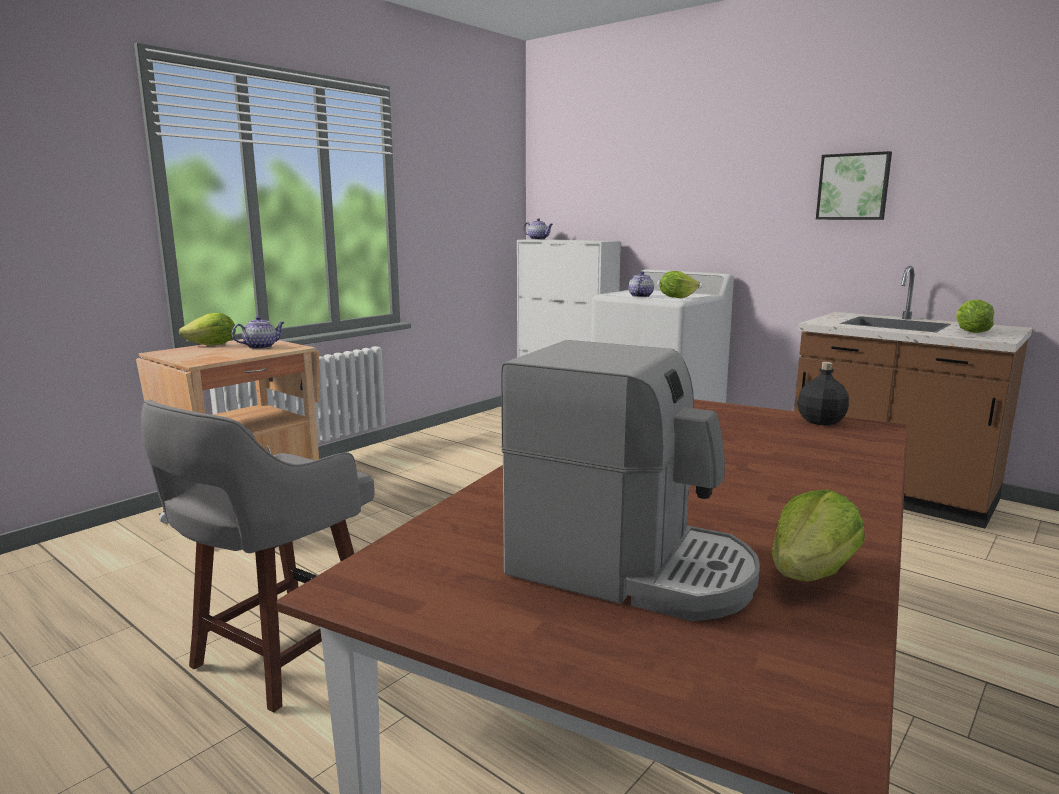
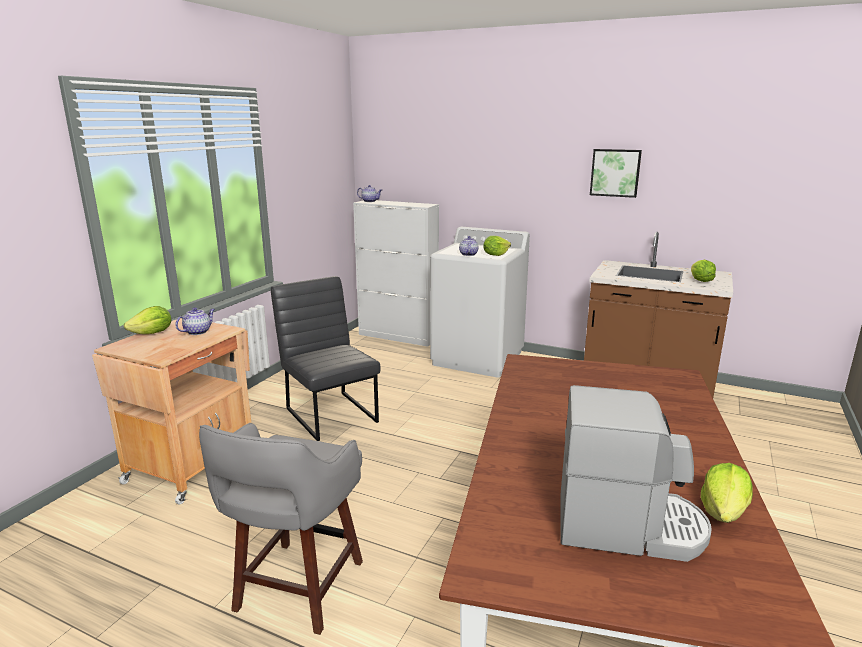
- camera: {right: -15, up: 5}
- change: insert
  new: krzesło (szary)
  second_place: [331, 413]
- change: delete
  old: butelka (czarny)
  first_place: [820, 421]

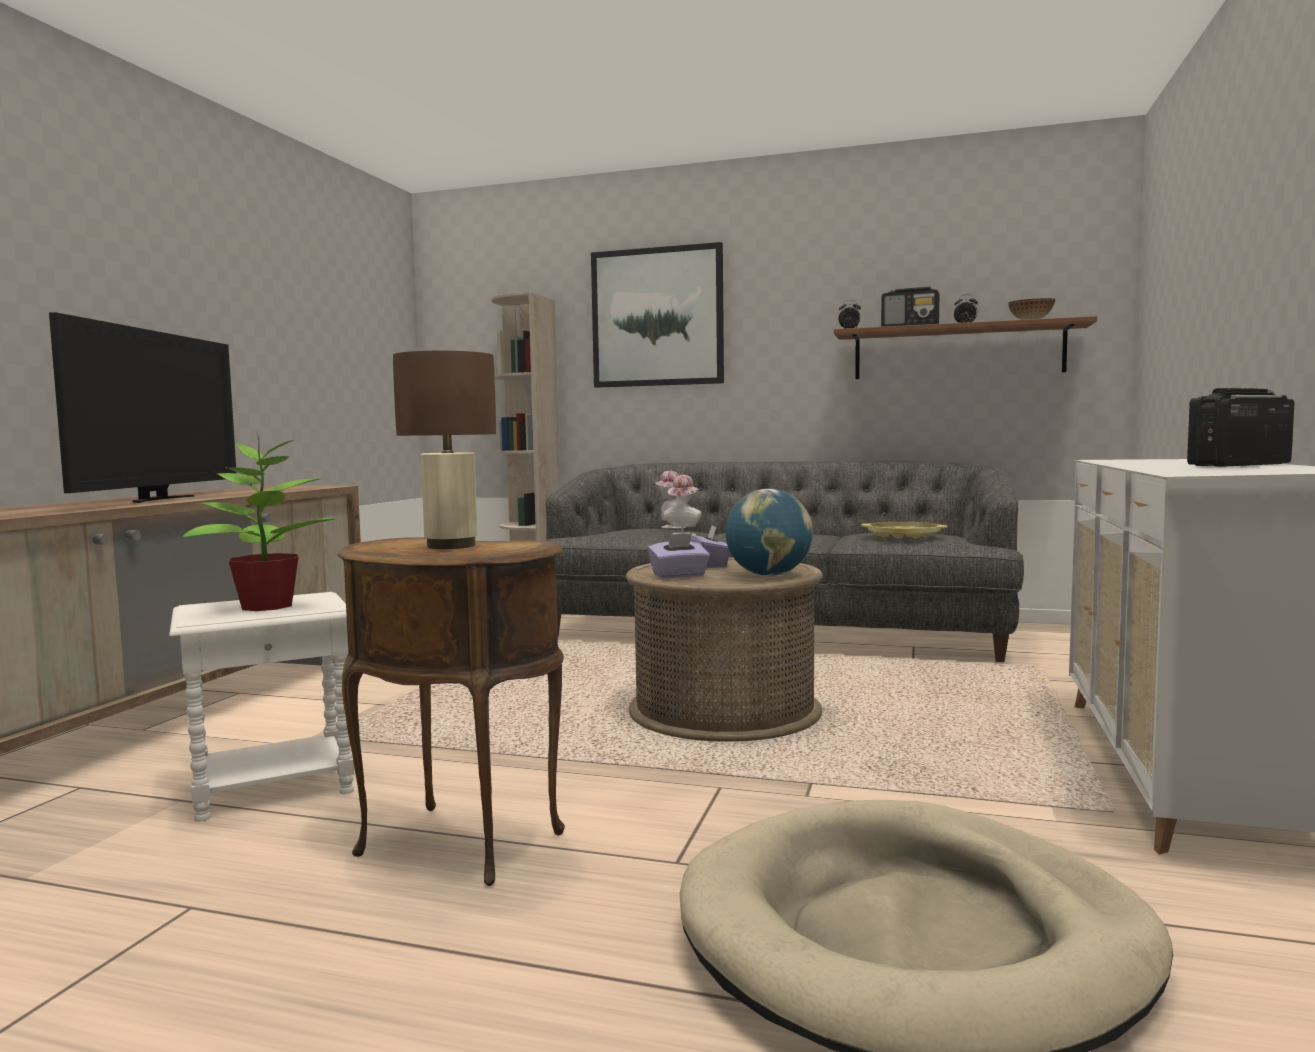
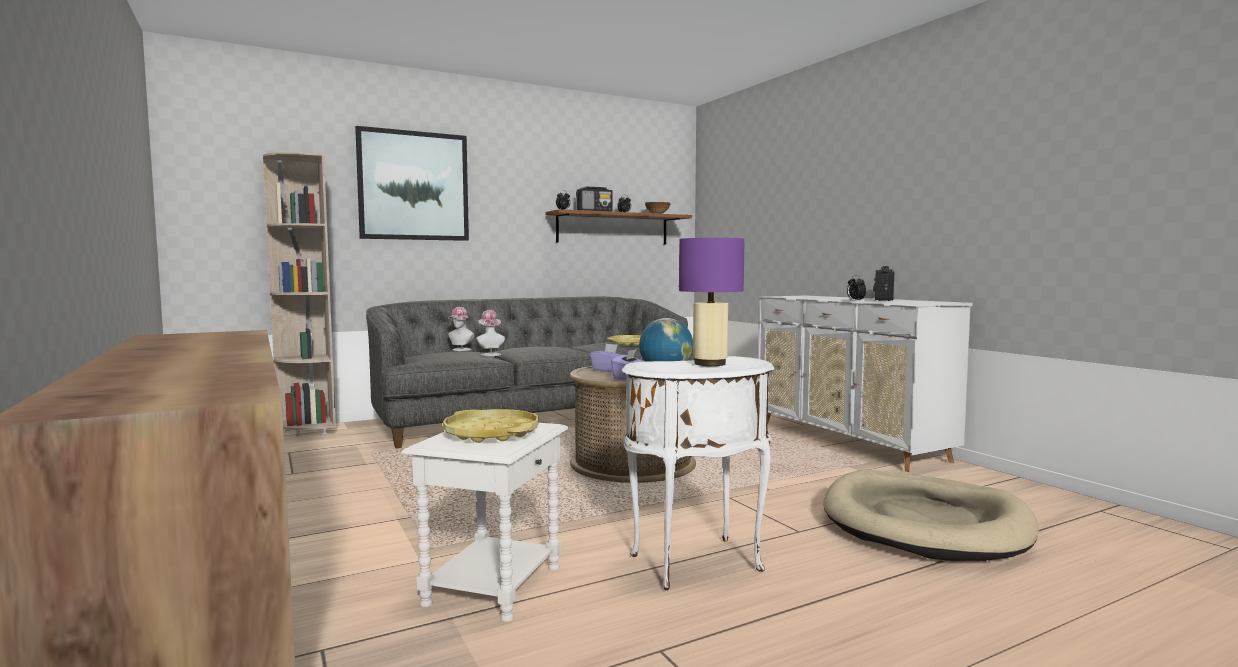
- camera: {right: -45, up: 0}
- change: replace
  old: roślina doniczkowa
  new: taca (żółty)
  first_place: [265, 606]
  second_place: [491, 433]
- change: recolor
  old: stolik (brązowy)
  new: stolik (biały)
  first_place: [455, 847]
  second_place: [699, 565]
- change: recolor
  old: lampa stołowa (brązowy)
  new: lampa stołowa (fioletowy)
  first_place: [450, 546]
  second_place: [709, 364]
- change: insert
  new: budzik
  second_place: [855, 300]
- change: delete
  old: telewizor
  first_place: [159, 499]

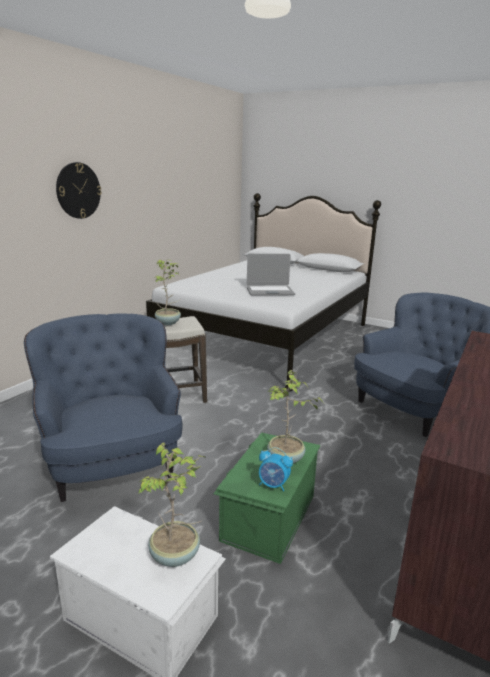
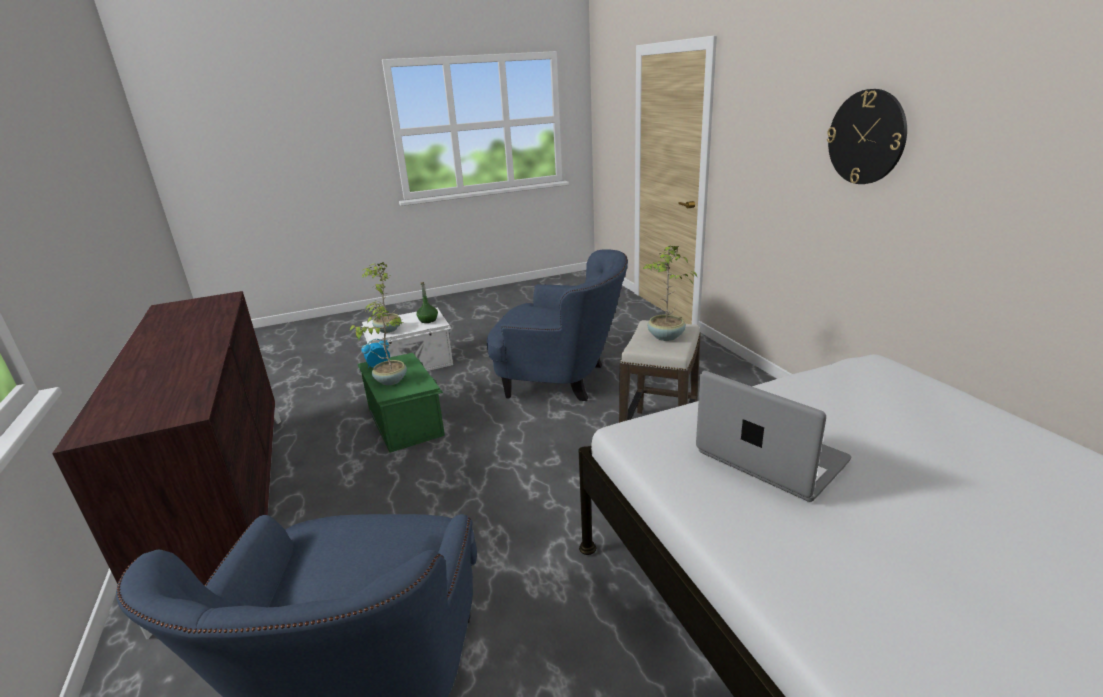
- camera: {right: 130, up: 5}
- change: insert
  new: butelka (zielony)
  second_place: [428, 320]
- change: rotate
  old: laptop
  first_place: [270, 291]
  second_place: [770, 458]
  degrees: 105

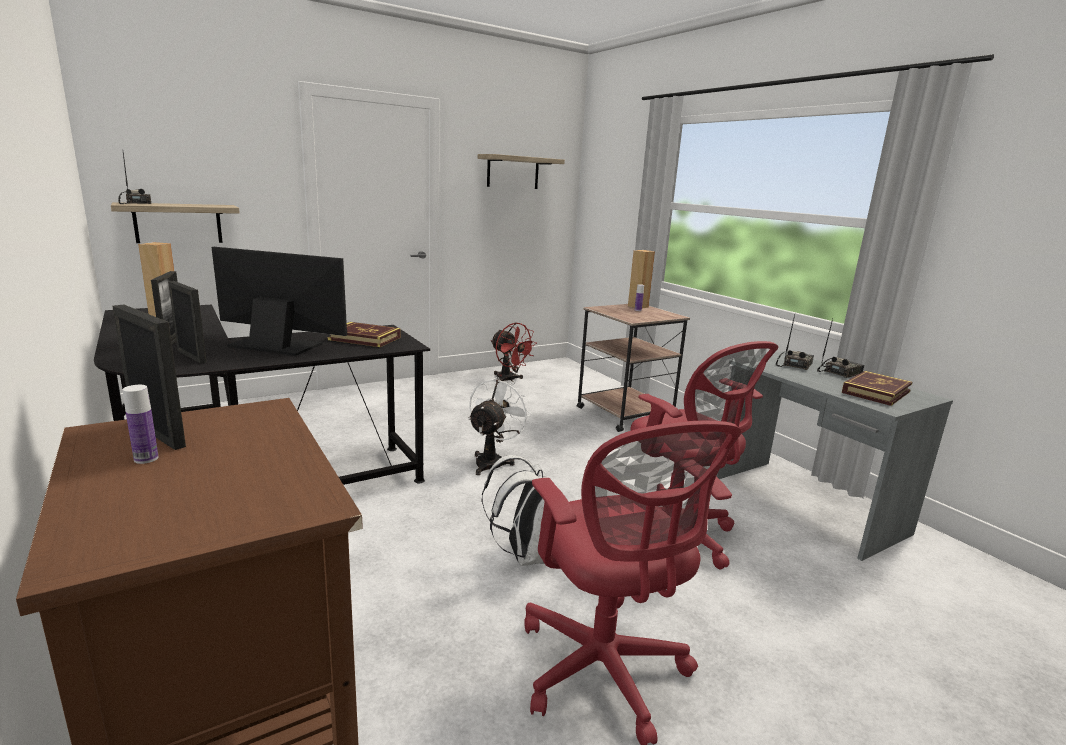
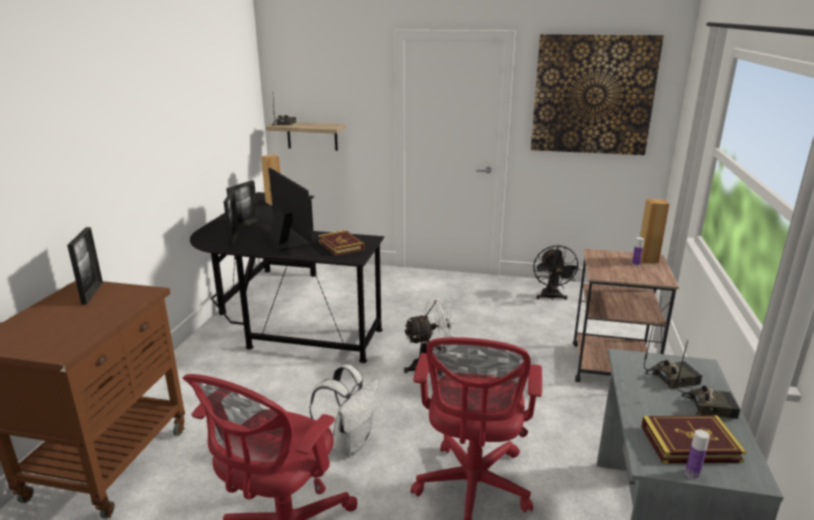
- camera: {right: 45, up: 5}
- change: replace
  old: półka
  new: obraz
  first_place: [513, 172]
  second_place: [593, 95]
- change: recolor
  old: wentylator (czerwony)
  new: wentylator (czarny)
  first_place: [509, 380]
  second_place: [551, 297]
- change: move
  old: butelka
  first_place: [146, 459]
  second_place: [692, 474]

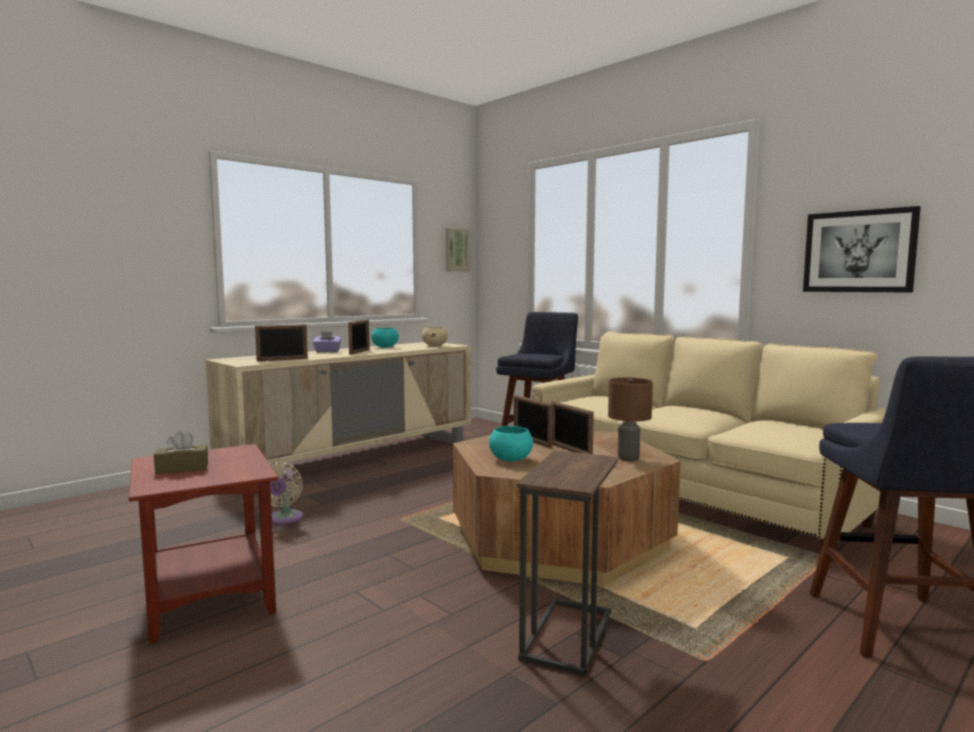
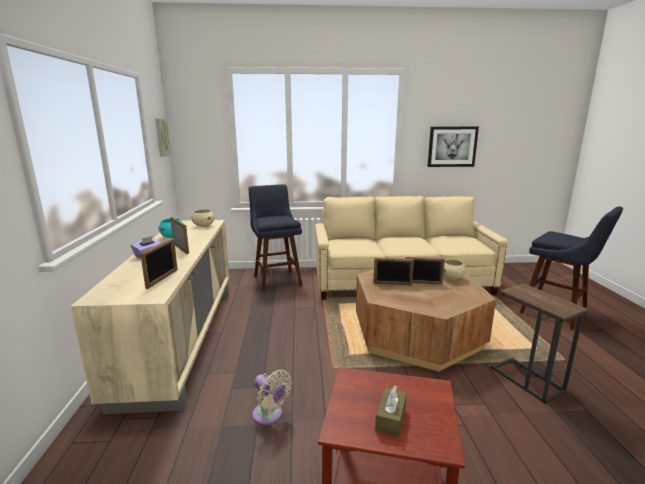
- camera: {right: -50, up: 10}
- change: replace
  old: lampa stołowa (brązowy)
  new: miska (beżowy)
  first_place: [628, 459]
  second_place: [452, 278]
- change: delete
  old: miska (turkusowy)
  first_place: [510, 460]

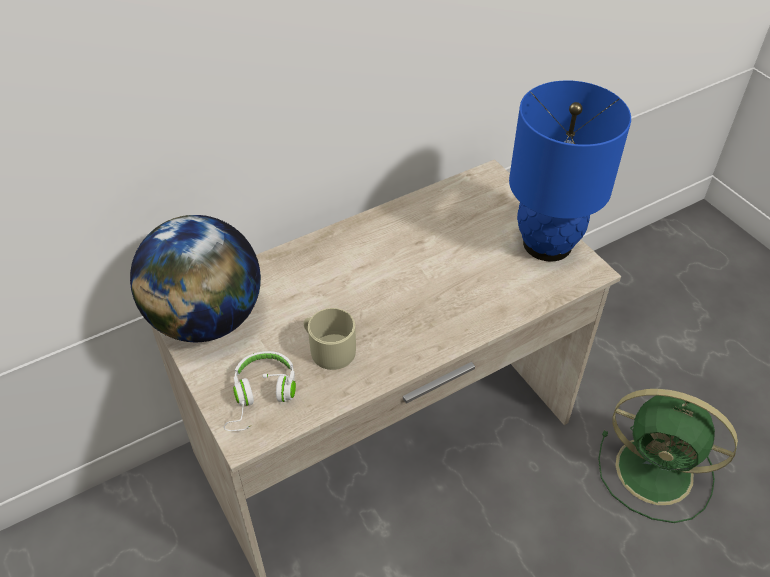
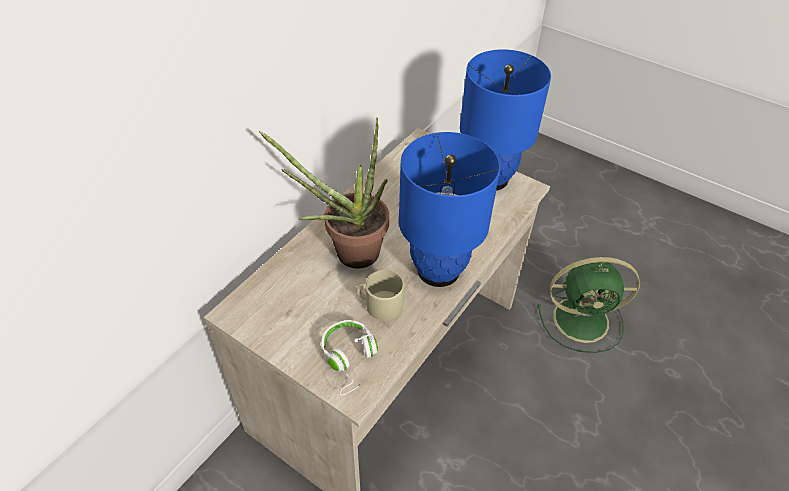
- camera: {right: -25, up: 0}
- change: insert
  new: roślina doniczkowa
  second_place: [348, 253]
- change: insert
  new: lampa stołowa (niebieski)
  second_place: [438, 270]
- change: delete
  old: globus
  first_place: [206, 320]

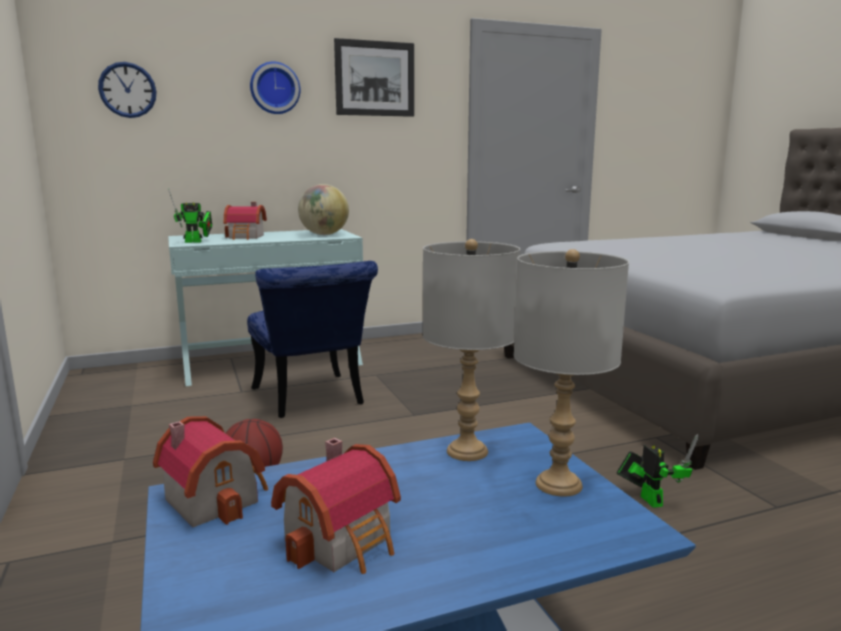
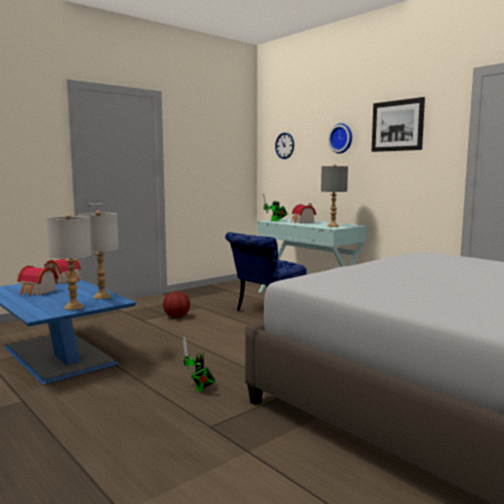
- camera: {right: 70, up: -5}
- change: rotate
  old: robot zabawkowy
  first_place: [649, 499]
  second_place: [199, 389]
  degrees: 120
- change: replace
  old: globus
  new: lampa stołowa (szary)
  first_place: [324, 234]
  second_place: [332, 226]

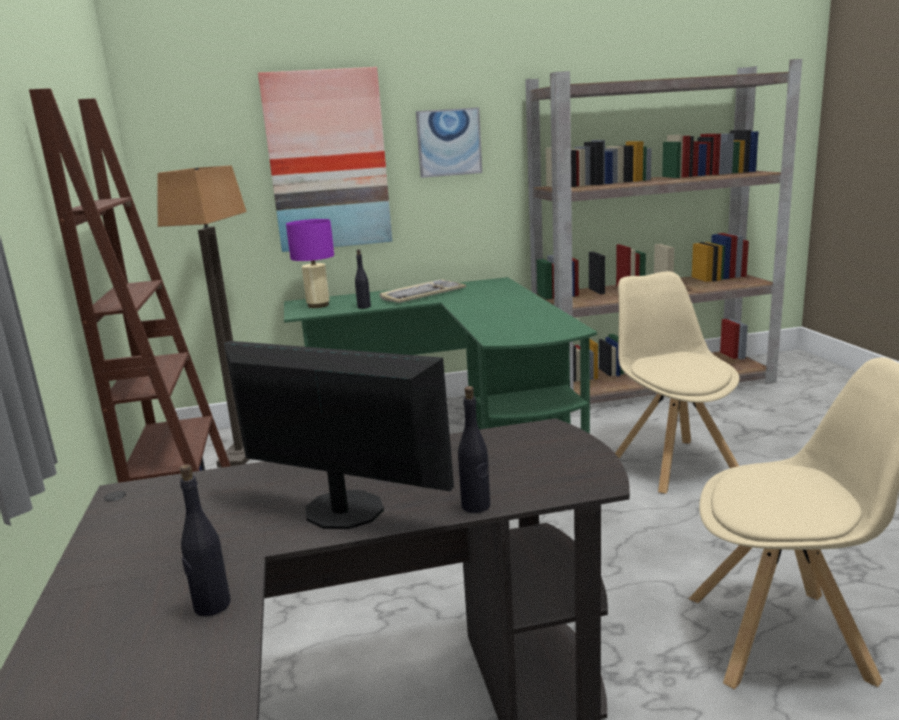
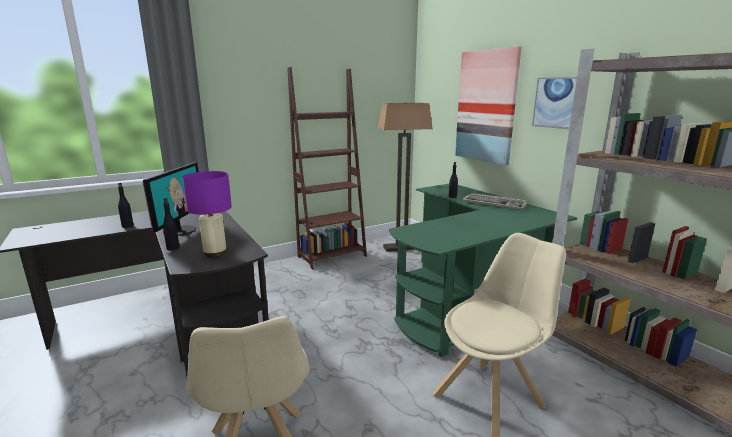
- camera: {right: 70, up: 0}
- change: move
  old: lampa stołowa (fioletowy)
  first_place: [319, 305]
  second_place: [214, 253]

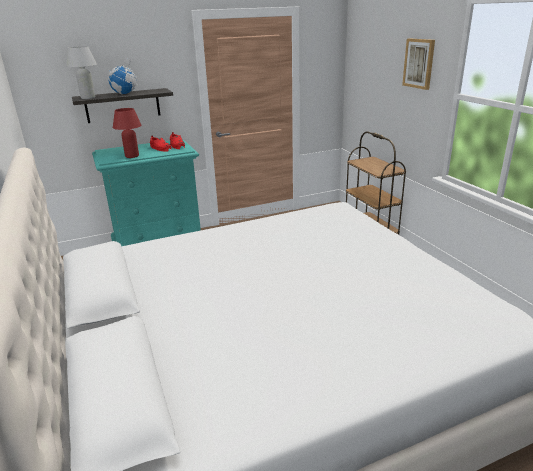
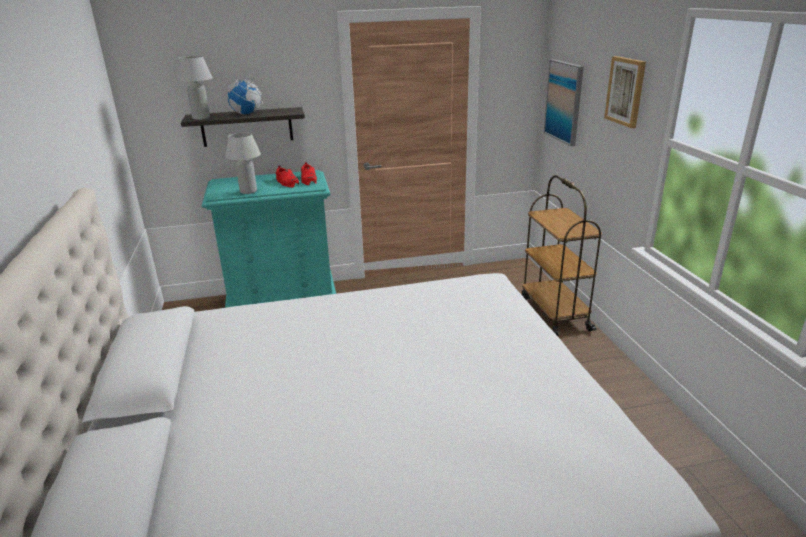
- camera: {right: 10, up: 0}
- change: recolor
  old: lampa stołowa (czerwony)
  new: lampa stołowa (biały)
  first_place: [132, 156]
  second_place: [248, 191]
- change: insert
  new: obraz
  second_place: [564, 101]

